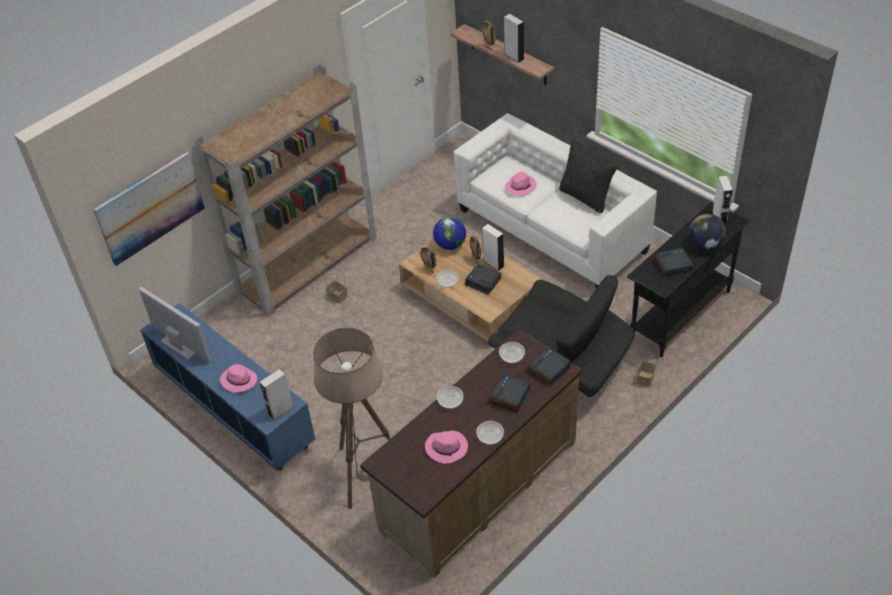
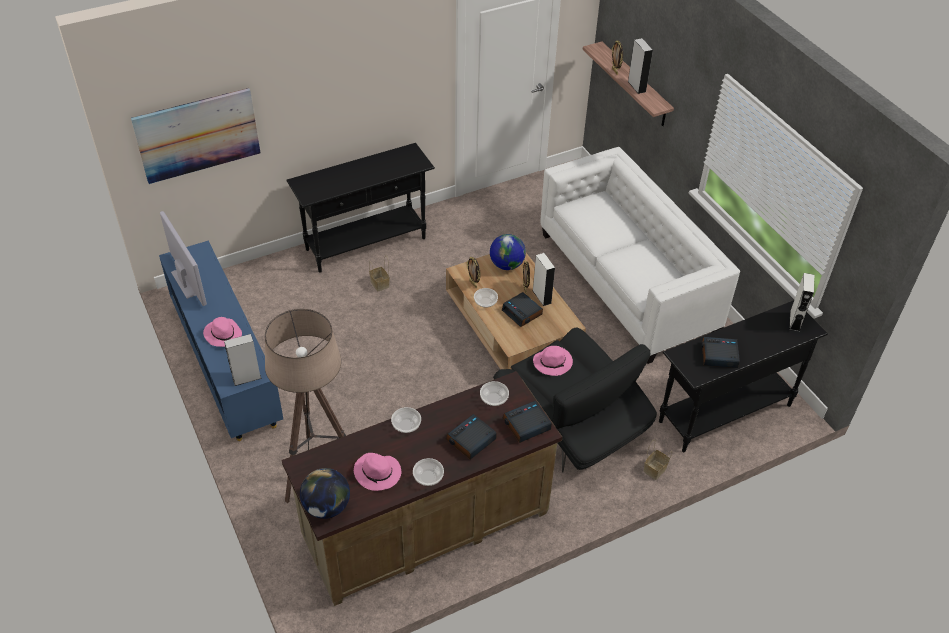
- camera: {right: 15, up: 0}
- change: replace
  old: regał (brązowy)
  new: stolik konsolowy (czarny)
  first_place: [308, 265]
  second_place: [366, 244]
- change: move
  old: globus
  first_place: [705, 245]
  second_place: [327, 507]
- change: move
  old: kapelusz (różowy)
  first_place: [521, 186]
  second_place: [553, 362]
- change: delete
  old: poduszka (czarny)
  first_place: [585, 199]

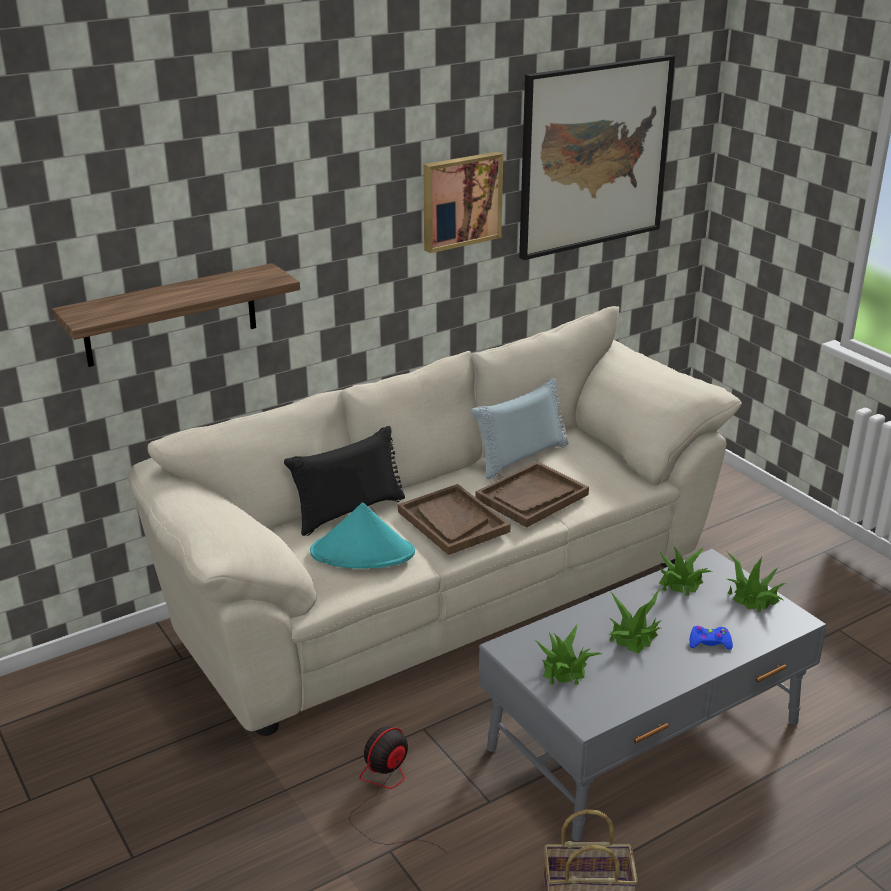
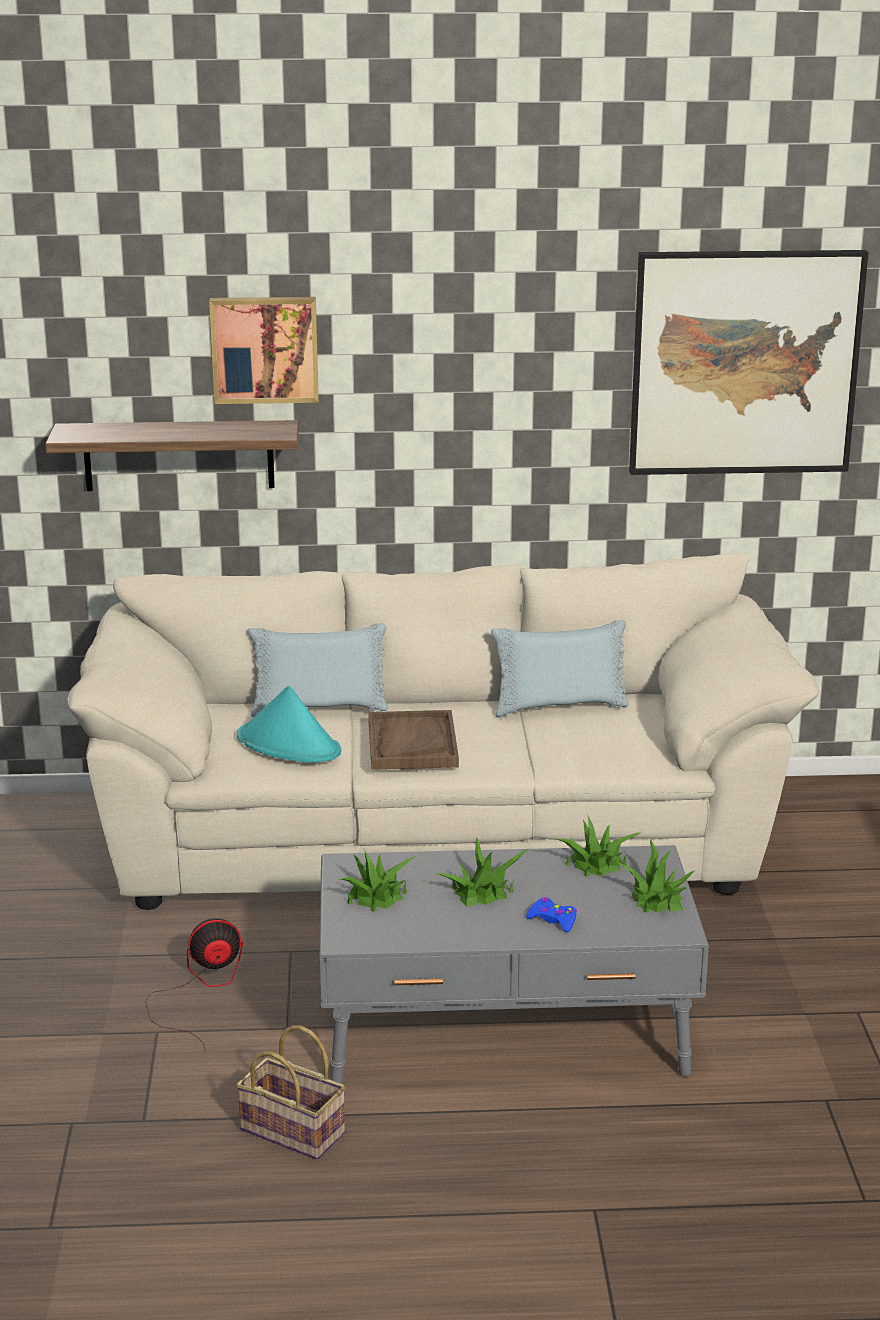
- camera: {right: 30, up: -5}
- change: move
  old: obraz
  first_place: [460, 200]
  second_place: [265, 349]
- change: recolor
  old: poduszka (czarny)
  new: poduszka (niebieski)
  first_place: [348, 512]
  second_place: [319, 708]
- change: delete
  old: taca (brązowy)
  first_place: [532, 497]

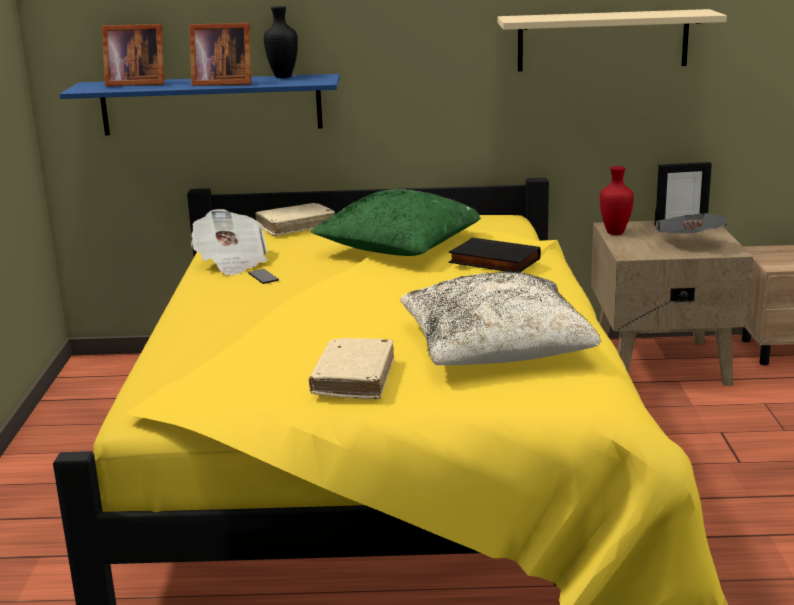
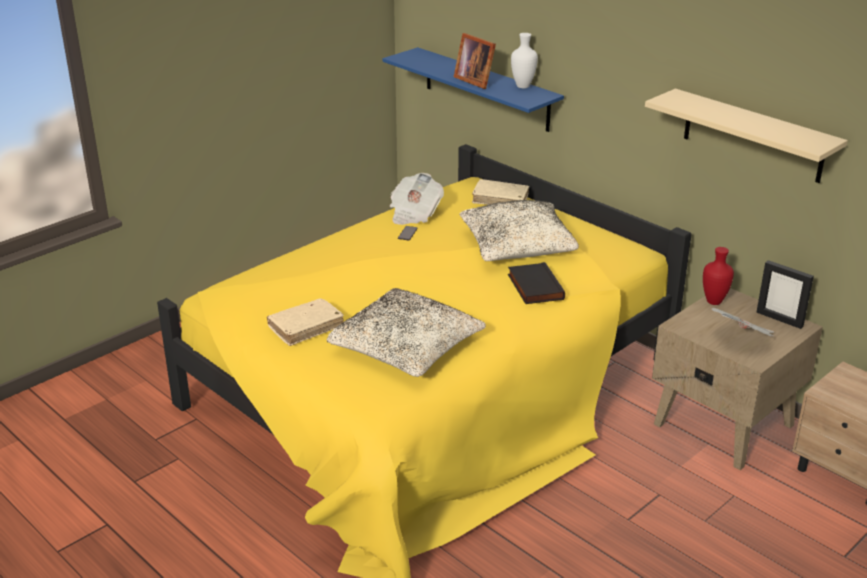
- camera: {right: 45, up: 10}
- change: recolor
  old: poduszka (zielony)
  new: poduszka (beżowy)
  first_place: [399, 244]
  second_place: [518, 244]
- change: recolor
  old: wazon (czarny)
  new: wazon (biały)
  first_place: [282, 77]
  second_place: [522, 86]
- change: delete
  old: ramka na zdjęcie
  first_place: [135, 83]

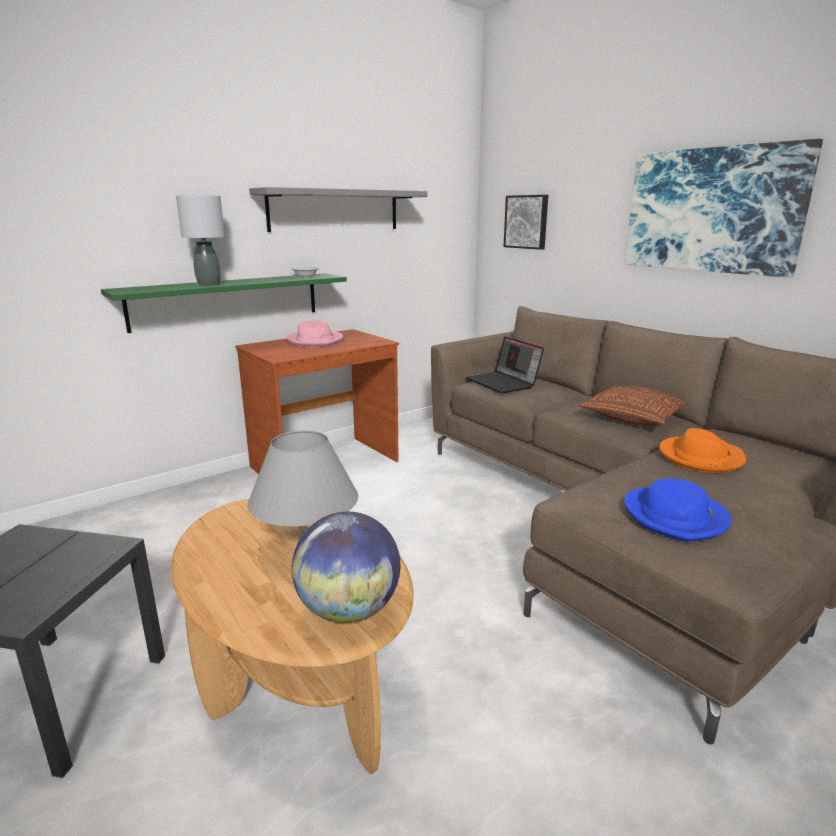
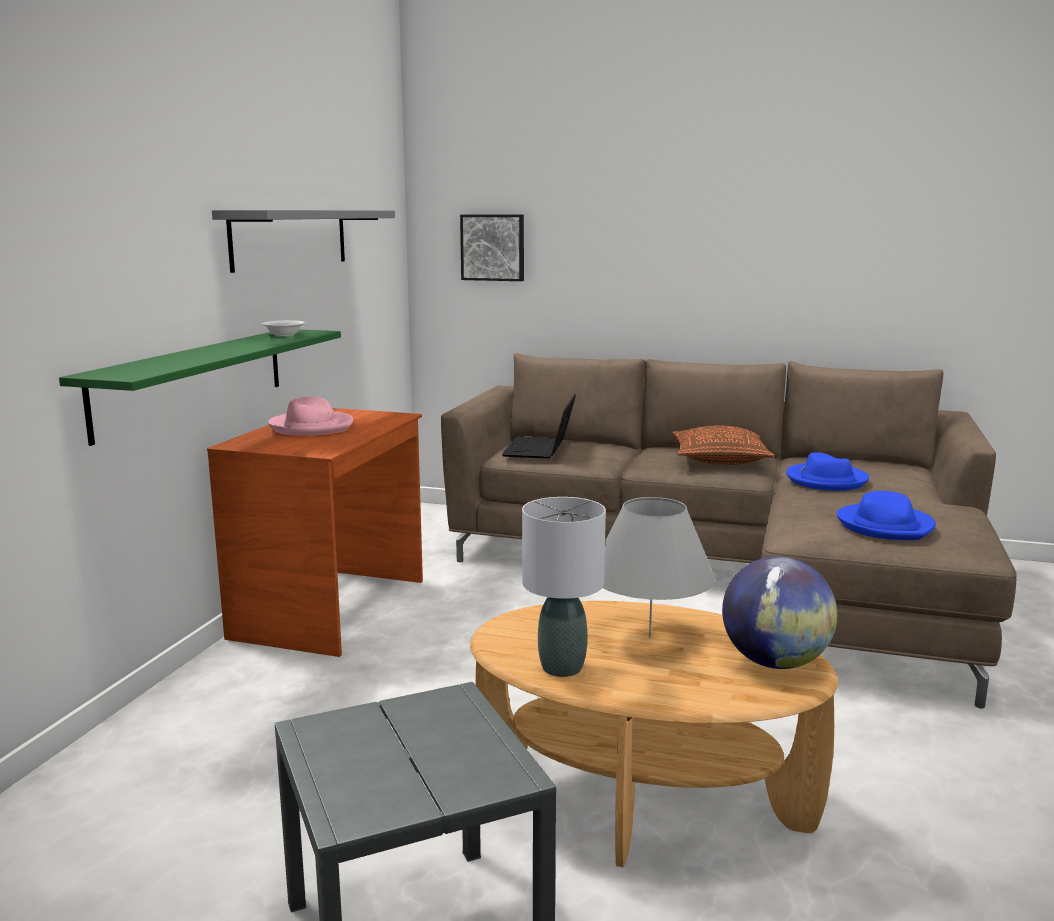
- camera: {right: -35, up: -5}
- change: rotate
  old: laptop
  first_place: [503, 383]
  second_place: [540, 449]
  degrees: 75
- change: move
  old: lampa stołowa (szary)
  first_place: [208, 284]
  second_place: [562, 668]
- change: recolor
  old: kapelusz (pomarańczowy)
  new: kapelusz (niebieski)
  first_place: [700, 458]
  second_place: [826, 480]
- change: delete
  old: obraz
  first_place: [711, 210]

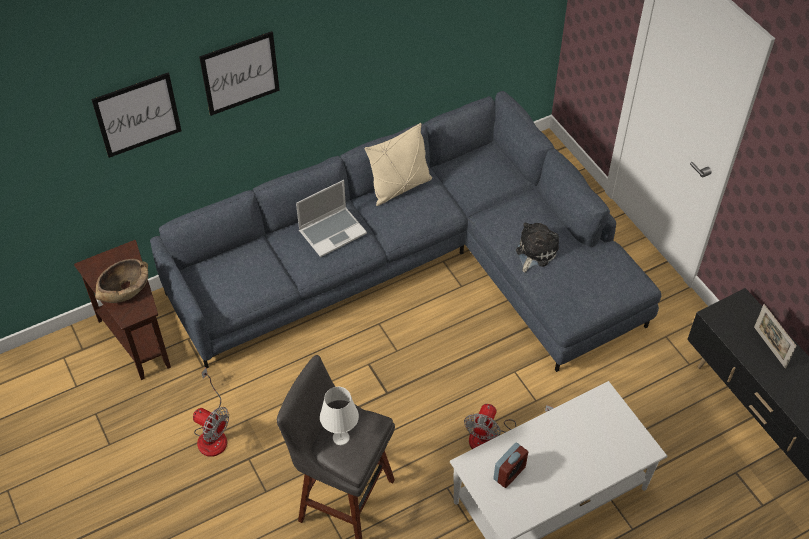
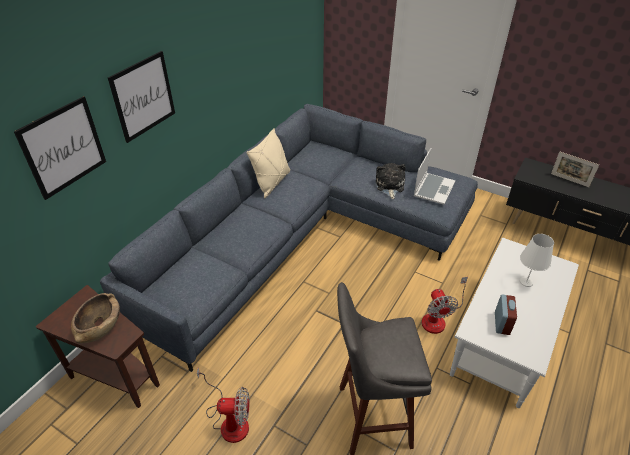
- camera: {right: -30, up: -10}
- change: move
  old: laptop
  first_place: [333, 232]
  second_place: [433, 189]
- change: move
  old: lampa stołowa (biały)
  first_place: [341, 438]
  second_place: [526, 282]

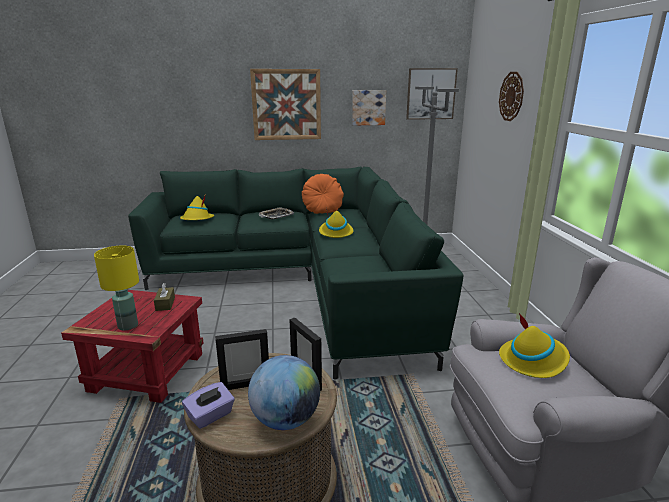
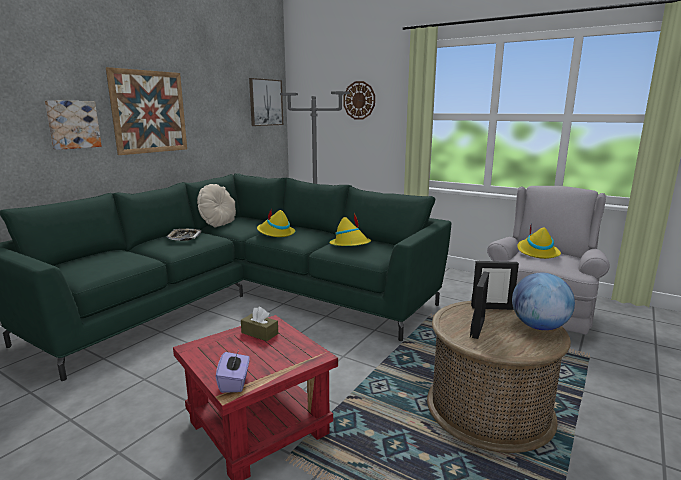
- camera: {right: -50, up: -5}
- change: move
  old: obraz
  first_place: [368, 107]
  second_place: [73, 124]
- change: recolor
  old: poduszka (pomarańczowy)
  new: poduszka (beżowy)
  first_place: [322, 212]
  second_place: [218, 225]
- change: move
  old: pudełko chusteczek (fioletowy)
  first_place: [210, 416]
  second_place: [234, 382]
- change: move
  old: kapelusz (żółty)
  first_place: [197, 219]
  second_place: [350, 245]
- change: delete
  old: lampa stołowa (żółty)
  first_place: [128, 326]

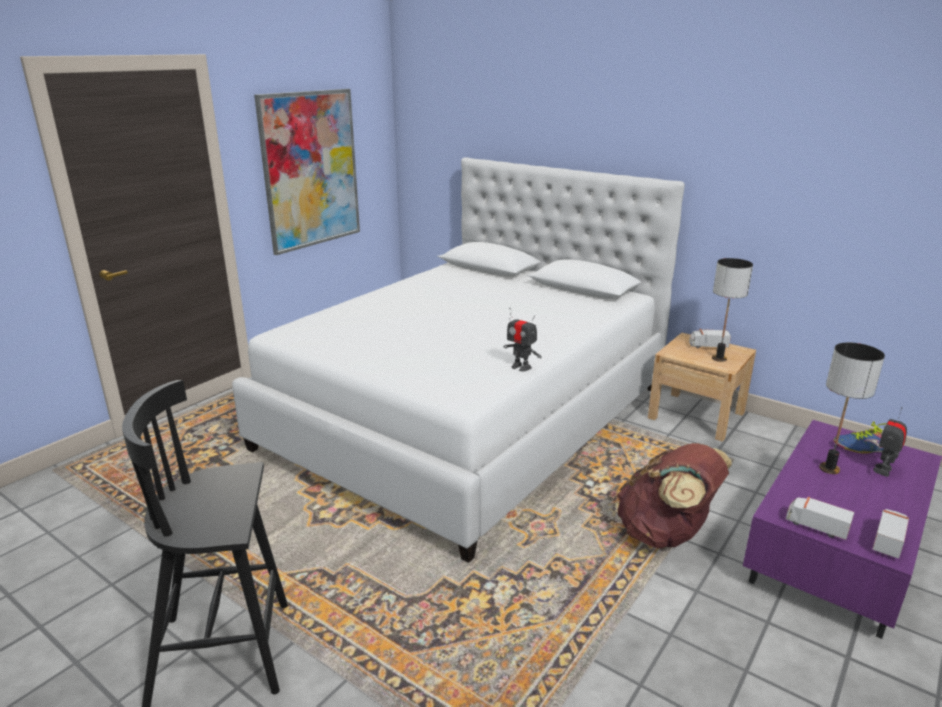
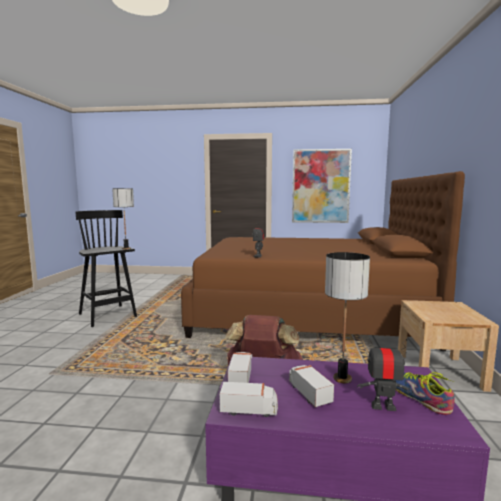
- camera: {right: 60, up: -15}
- change: move
  old: lampa stołowa
  first_place: [719, 359]
  second_place: [126, 248]
- change: recolor
  old: łóżko (biały)
  new: łóżko (brązowy)
  first_place: [468, 417]
  second_place: [306, 312]
- change: move
  old: ciężarówka zabawkowa
  first_place: [708, 346]
  second_place: [308, 393]

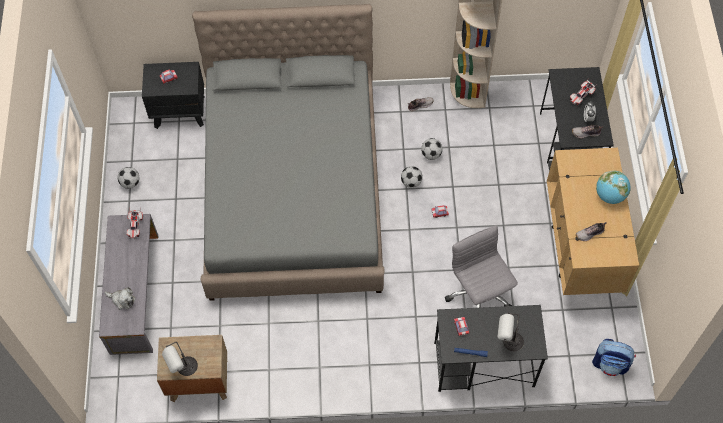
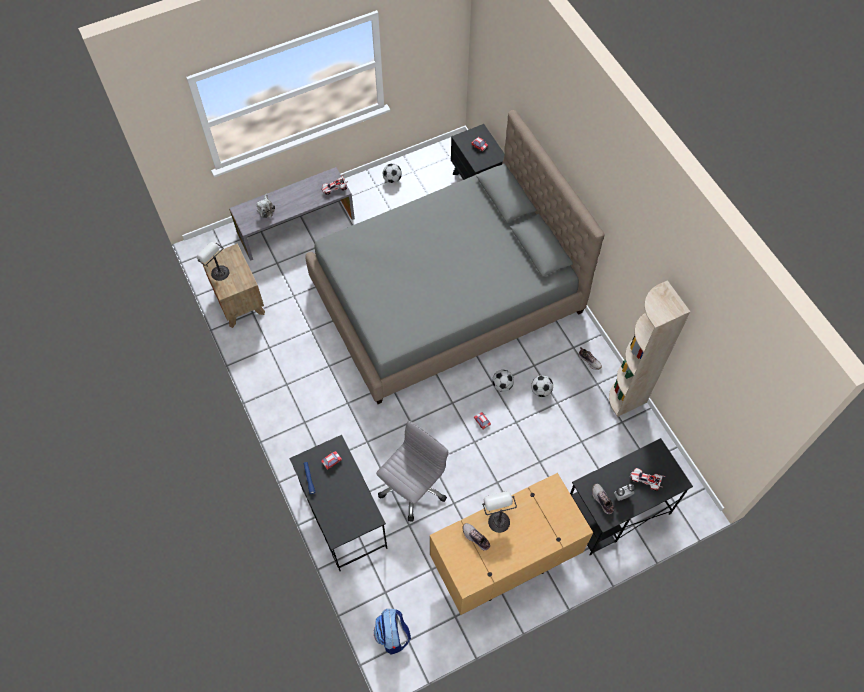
- camera: {right: 65, up: 0}
- change: move
  old: lampa stołowa
  first_place: [508, 341]
  second_place: [497, 517]
- change: delete
  old: globus
  first_place: [610, 195]

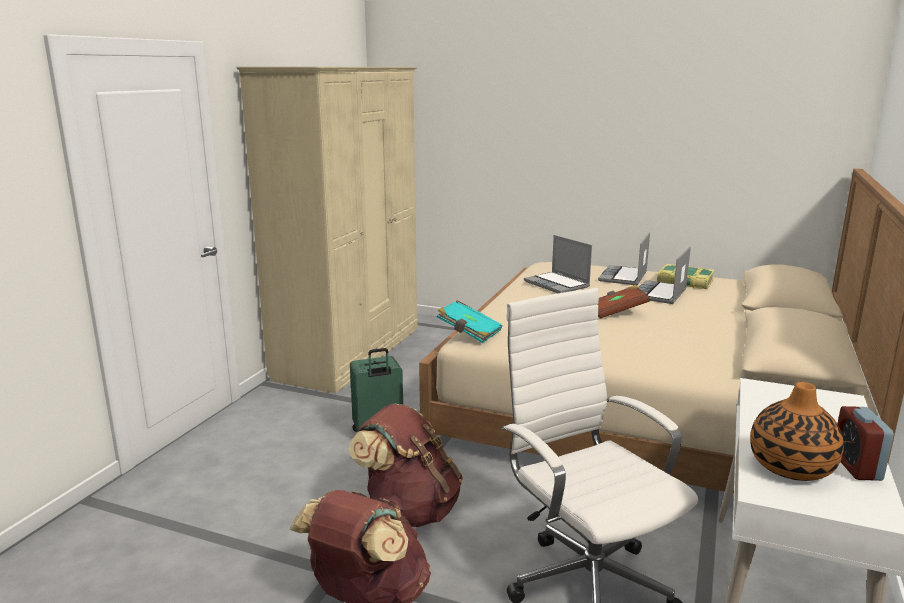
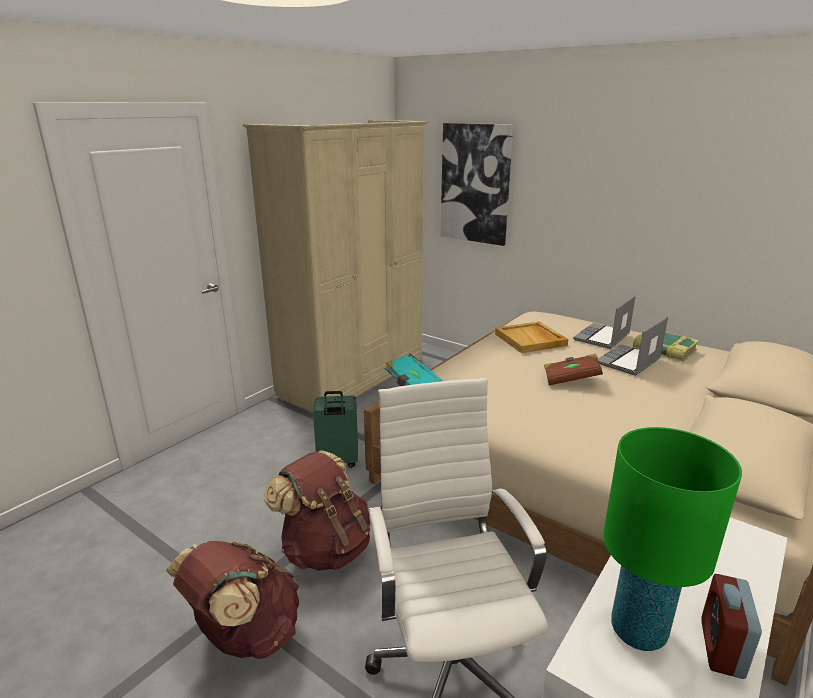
- camera: {right: 15, up: 5}
- change: insert
  new: obraz
  second_place: [475, 184]
- change: replace
  old: laptop
  new: taca (beżowy)
  first_place: [557, 284]
  second_place: [531, 340]
- change: replace
  old: wazon
  new: lampa stołowa (zielony)
  first_place: [790, 467]
  second_place: [637, 631]

